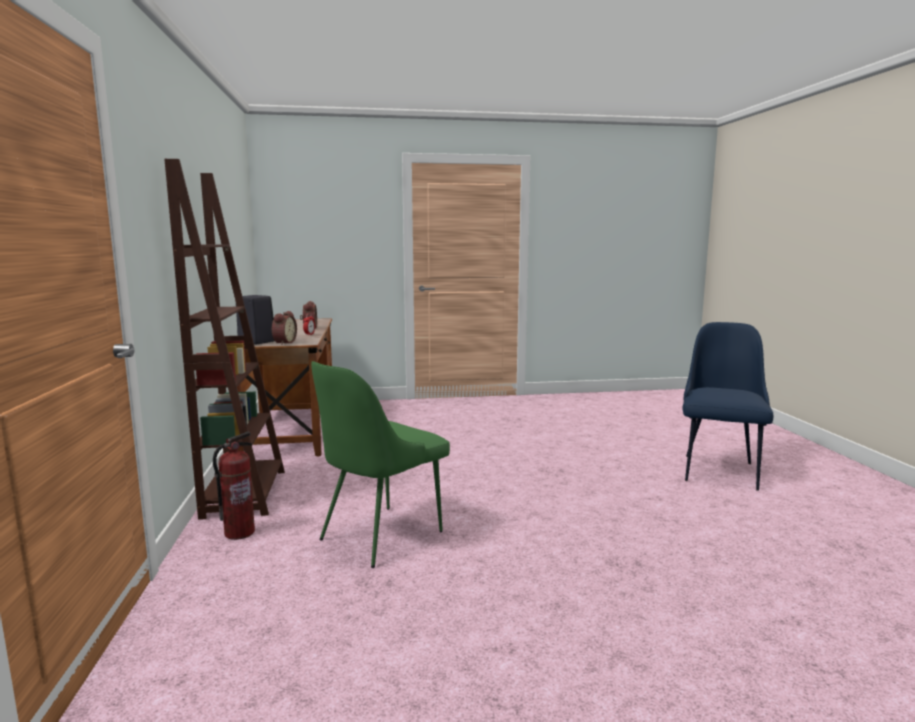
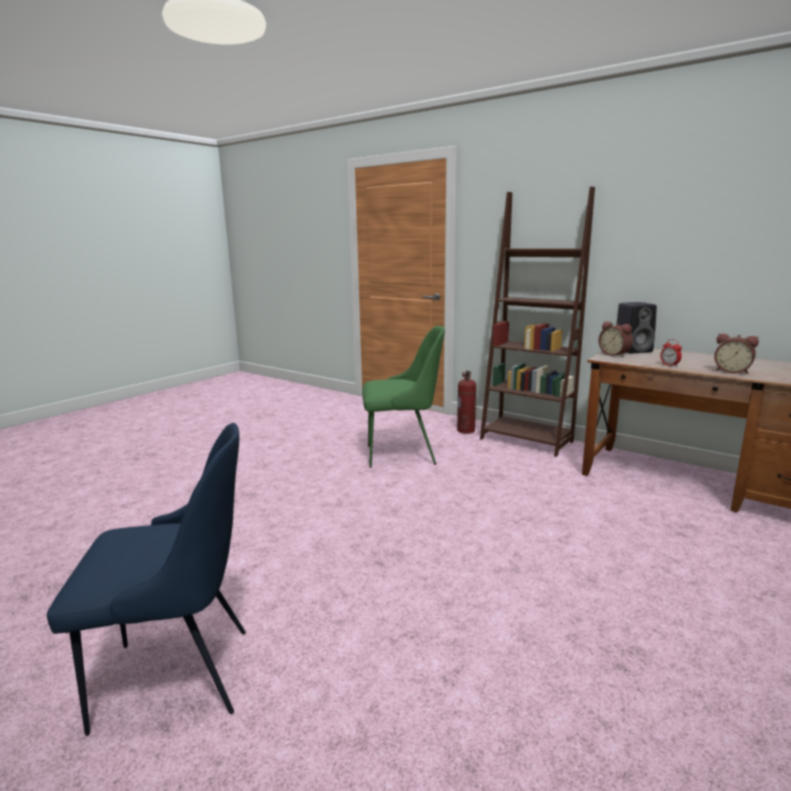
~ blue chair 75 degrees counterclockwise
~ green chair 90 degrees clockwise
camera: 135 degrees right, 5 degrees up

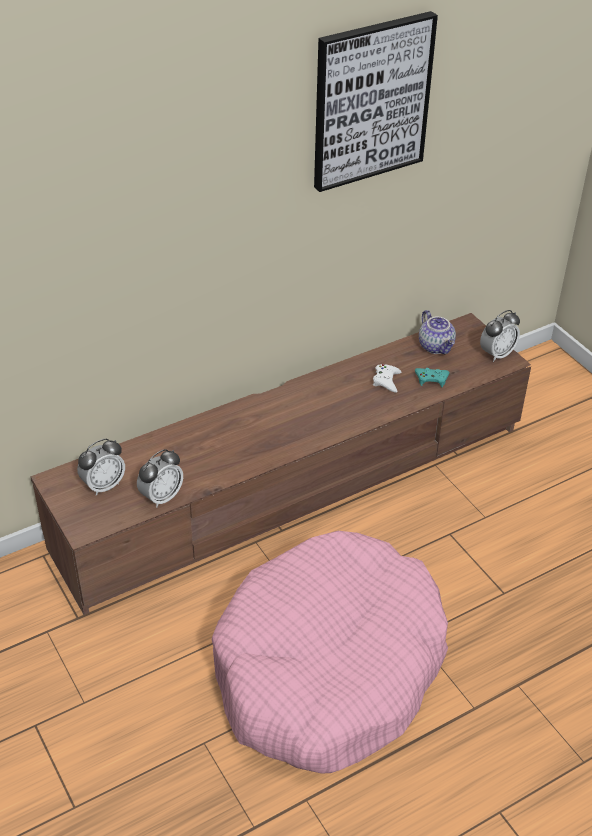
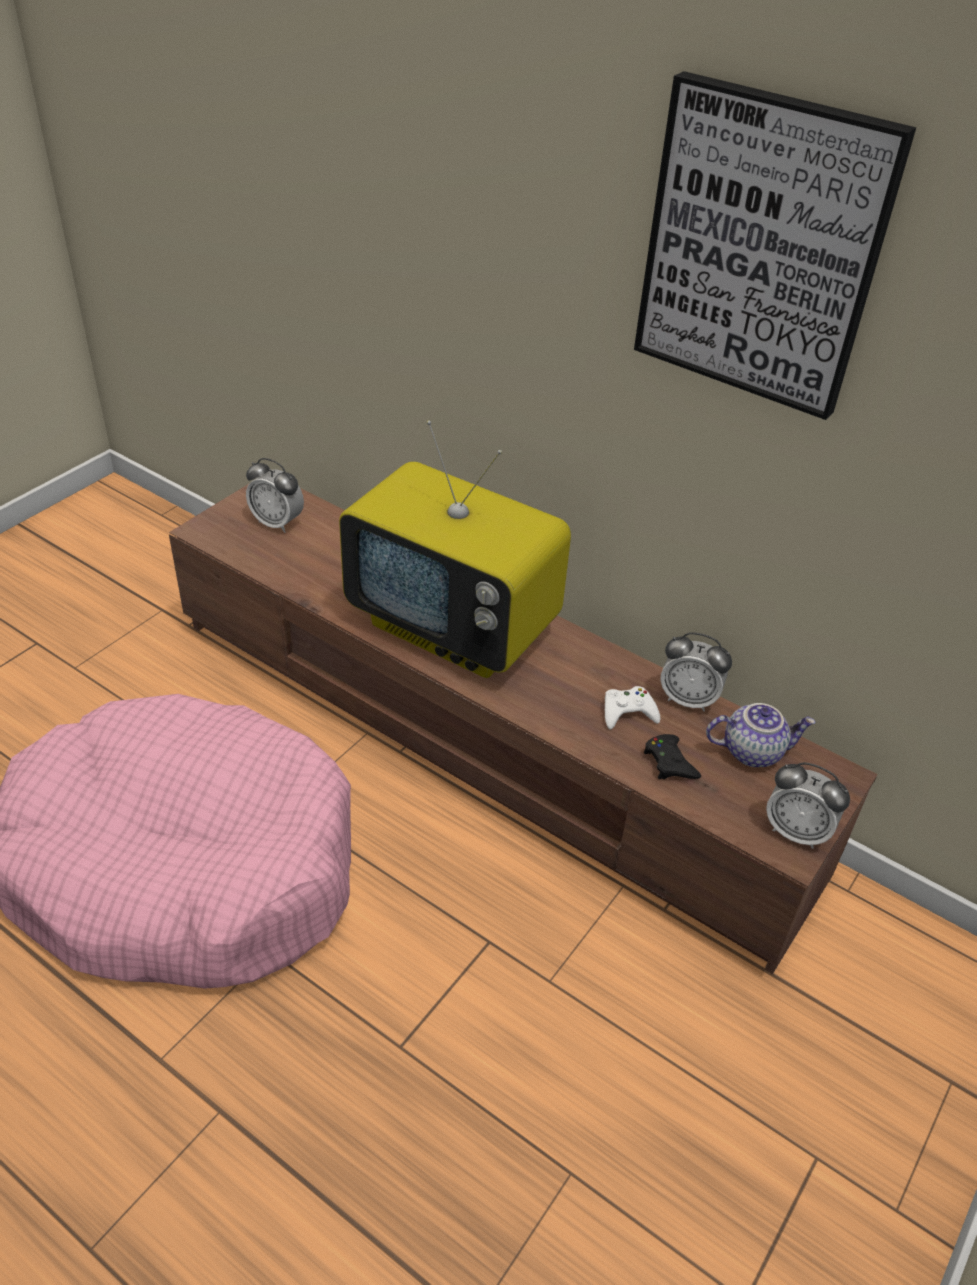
~ teapot 135 degrees counterclockwise
~ turquoise game controller to black game controller
~ alarm clock (no. 2 from left)
+ television
camera: 65 degrees right, 0 degrees up

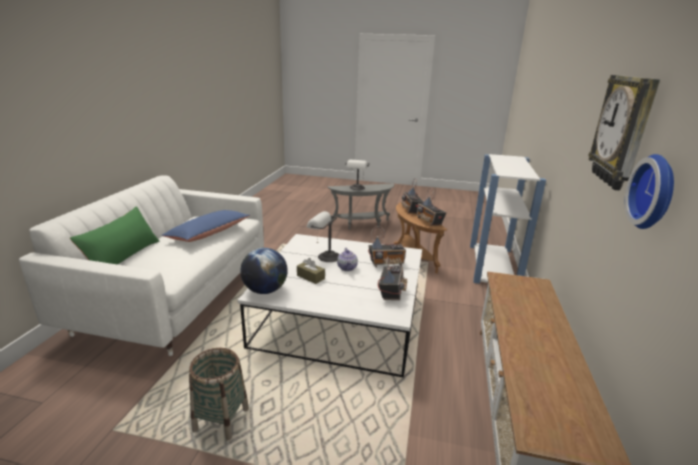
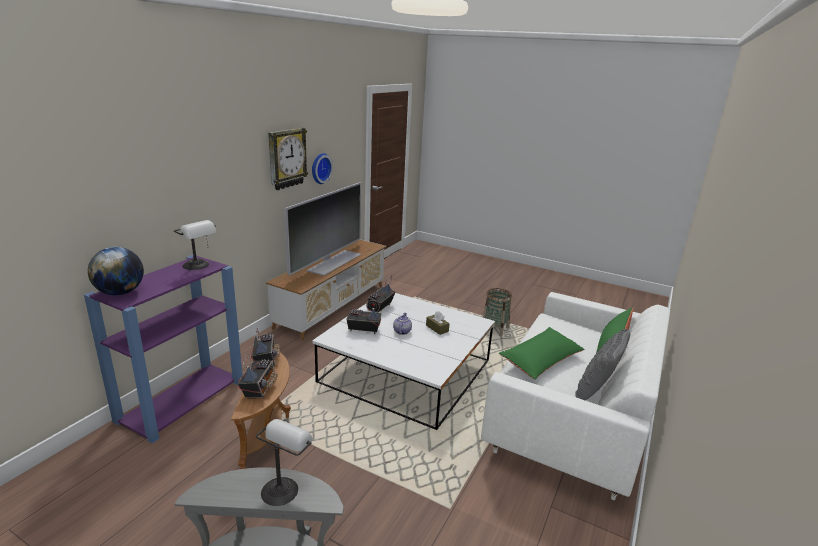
~ white bookcase to purple bookcase
~ blue pillow to green pillow (no. 1 from left)
~ table lamp (no. 1 from left)
~ globe
+ television
+ grey pillow
camera: 165 degrees left, 0 degrees up

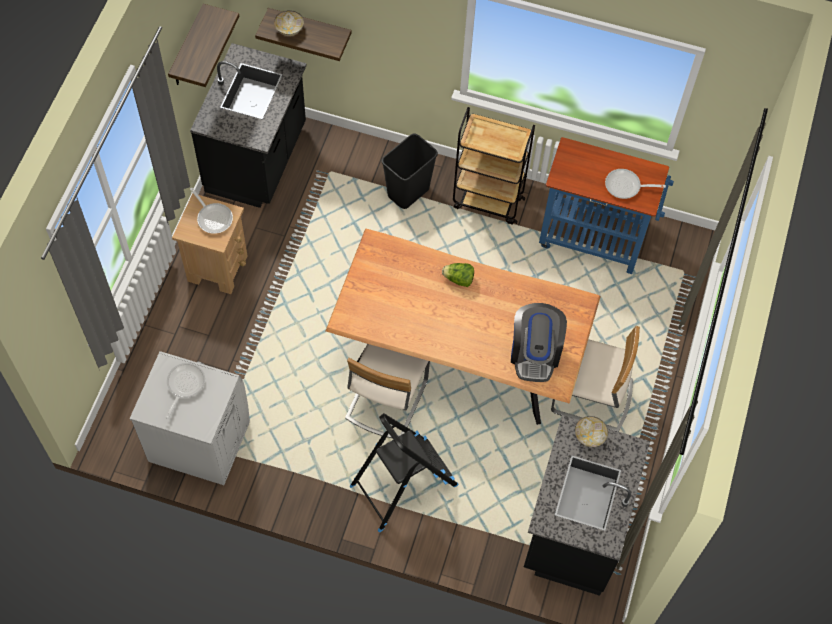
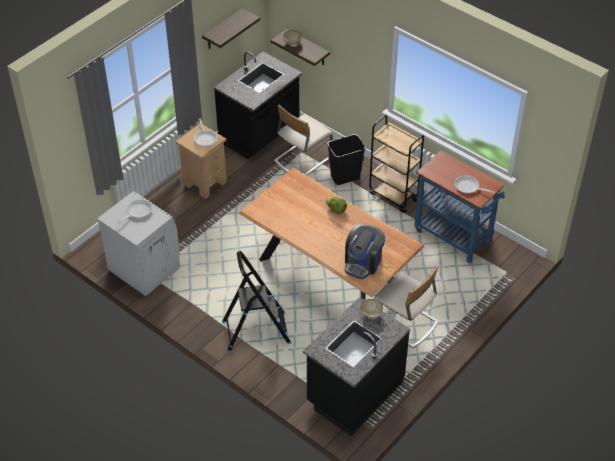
~ beige chair (no. 1 from left)
camera: 25 degrees right, 15 degrees down

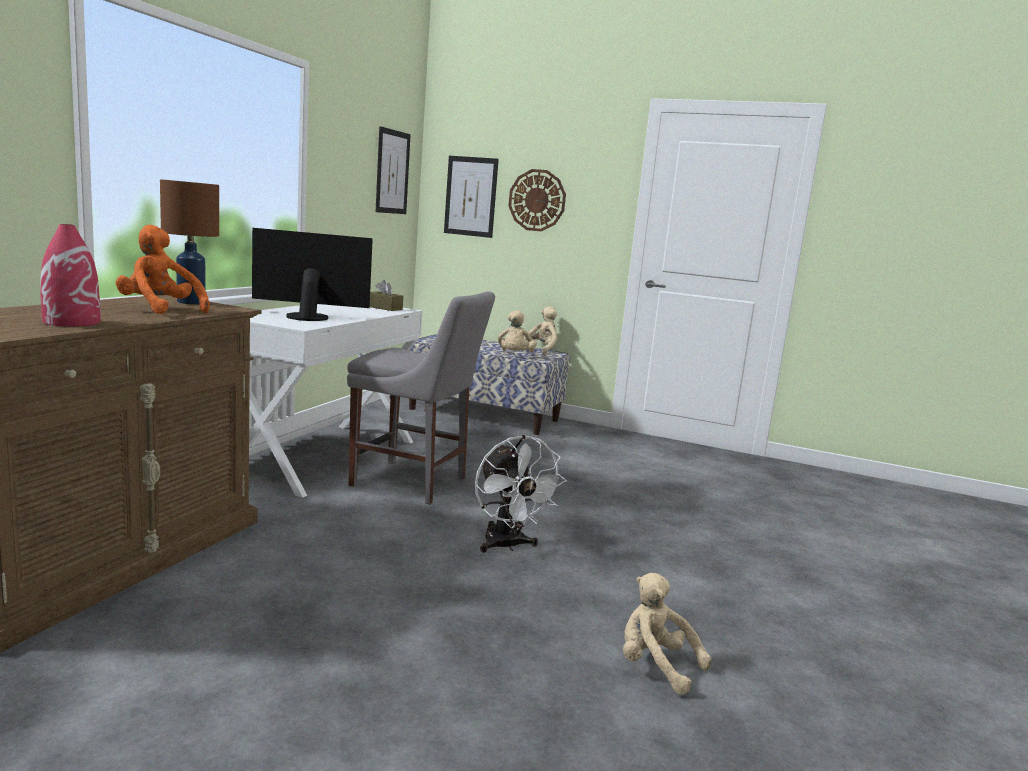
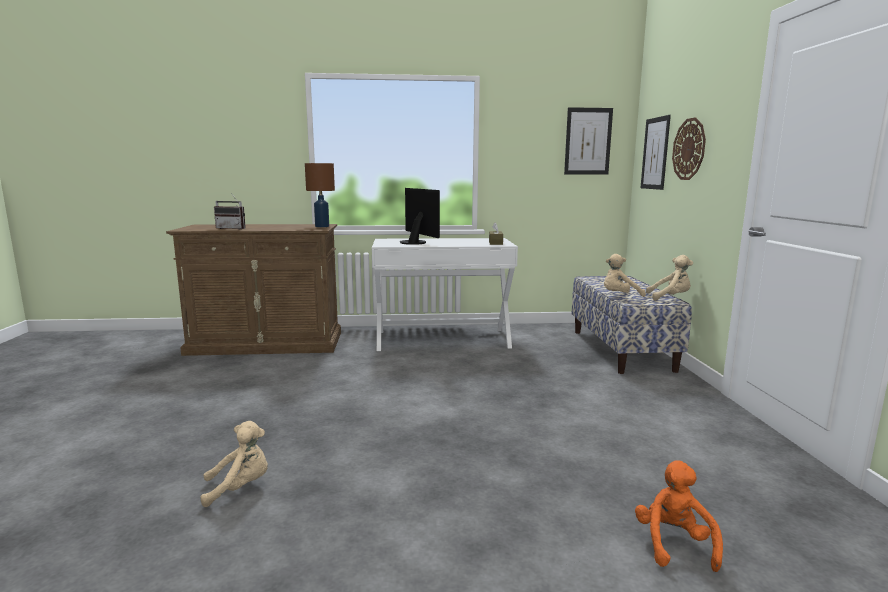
~ red vase to radio
~ orange plush toy
- grey chair
- white fan
~ beige plush toy (no. 3 from left in the first image) 60 degrees clockwise
camera: 65 degrees right, 0 degrees up

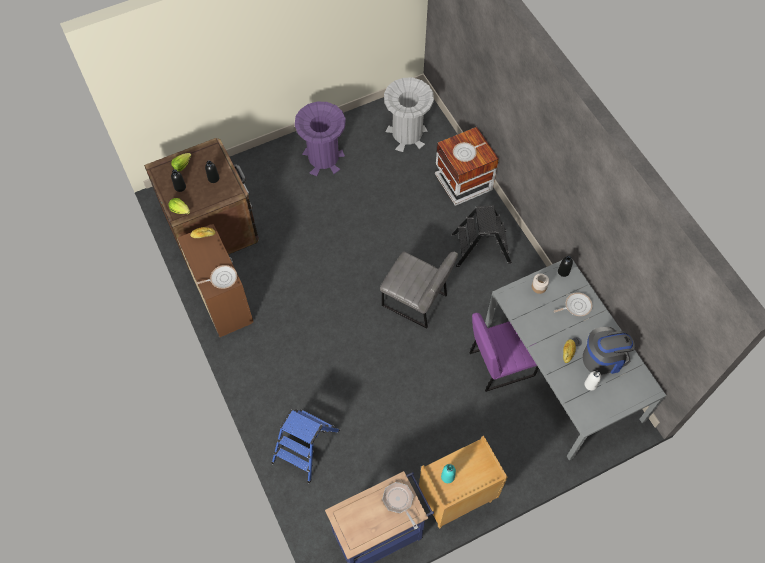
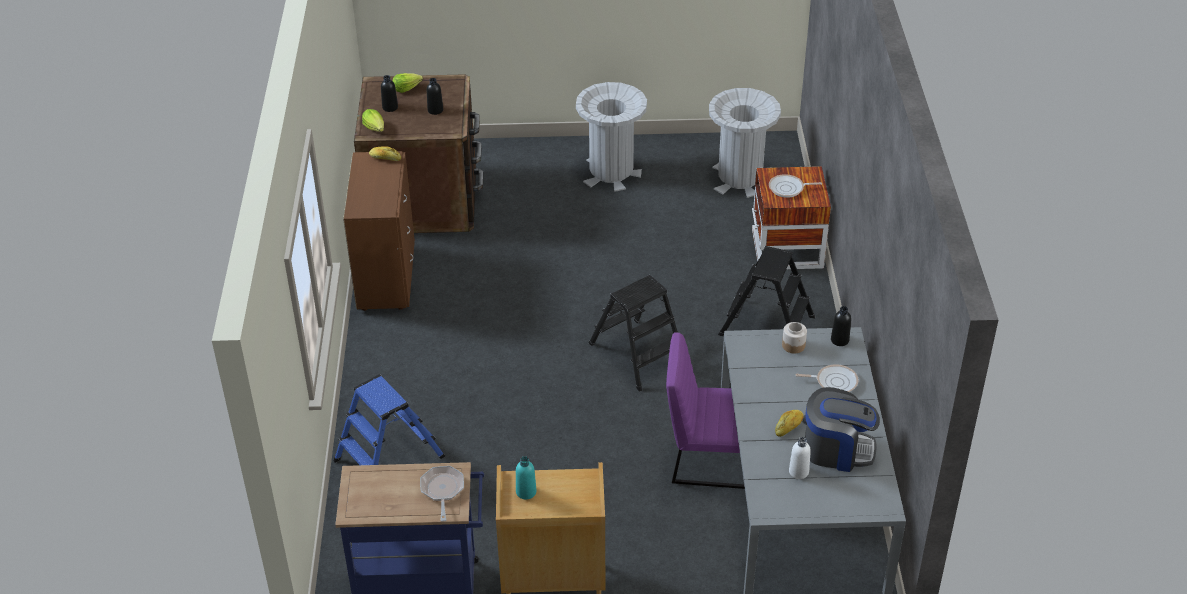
~ purple trash can to grey trash can (no. 1 from left)
~ grey chair to black step ladder (no. 1 from left)
- frying pan (no. 1 from left)
camera: 25 degrees right, 20 degrees down

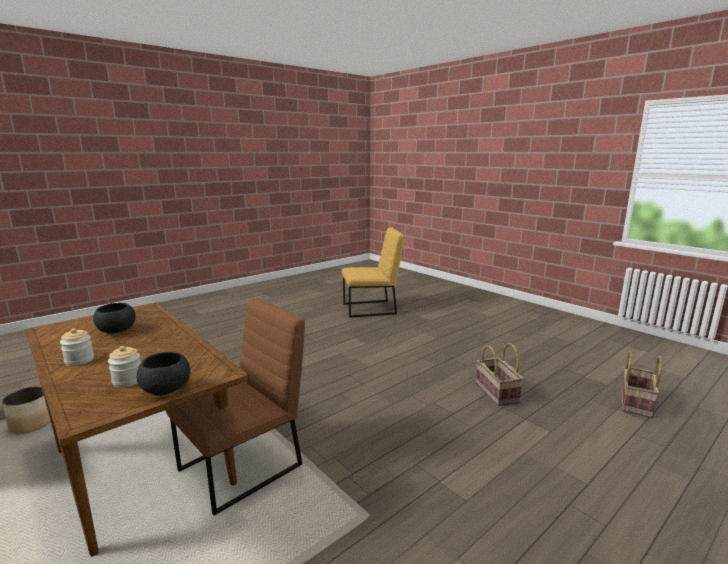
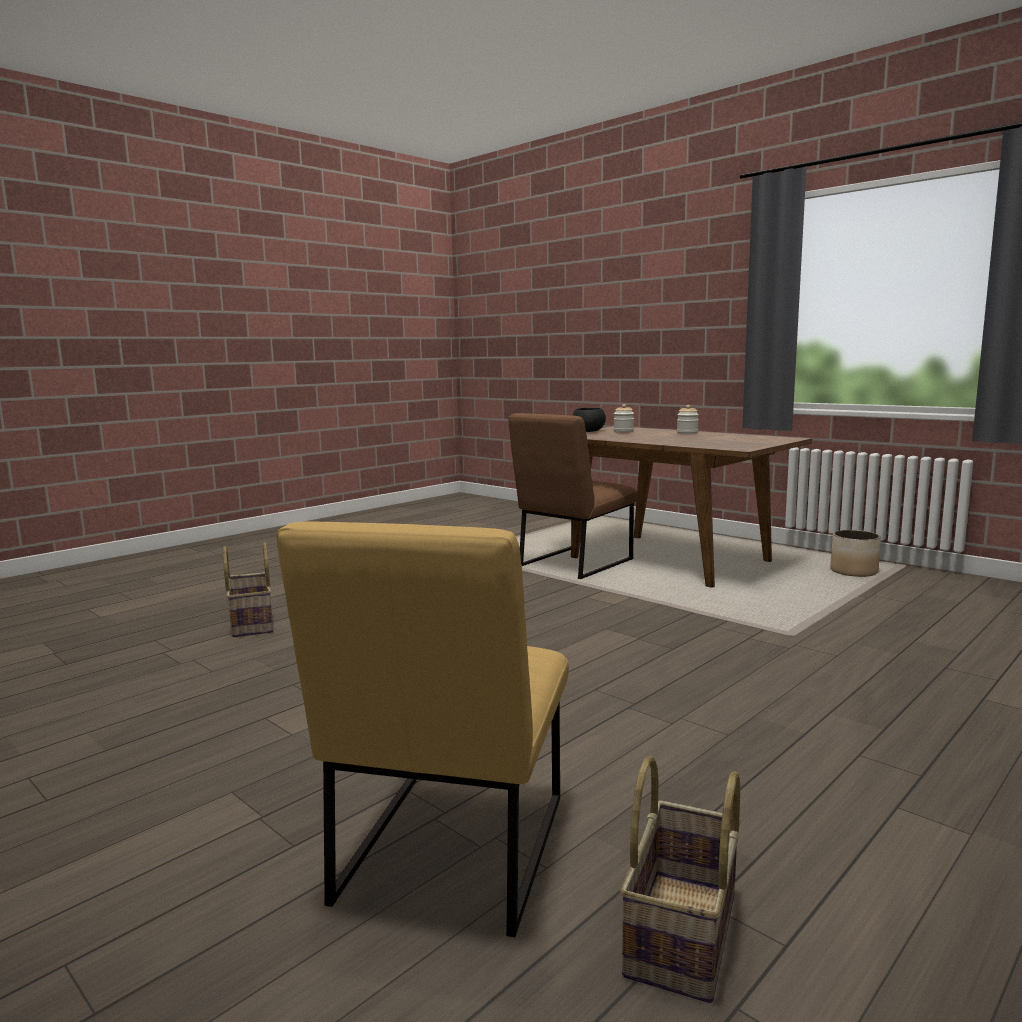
~ yellow chair 60 degrees counterclockwise
- black bowl (no. 1 from left)
~ basket (no. 2 from left)
camera: 175 degrees right, 5 degrees down

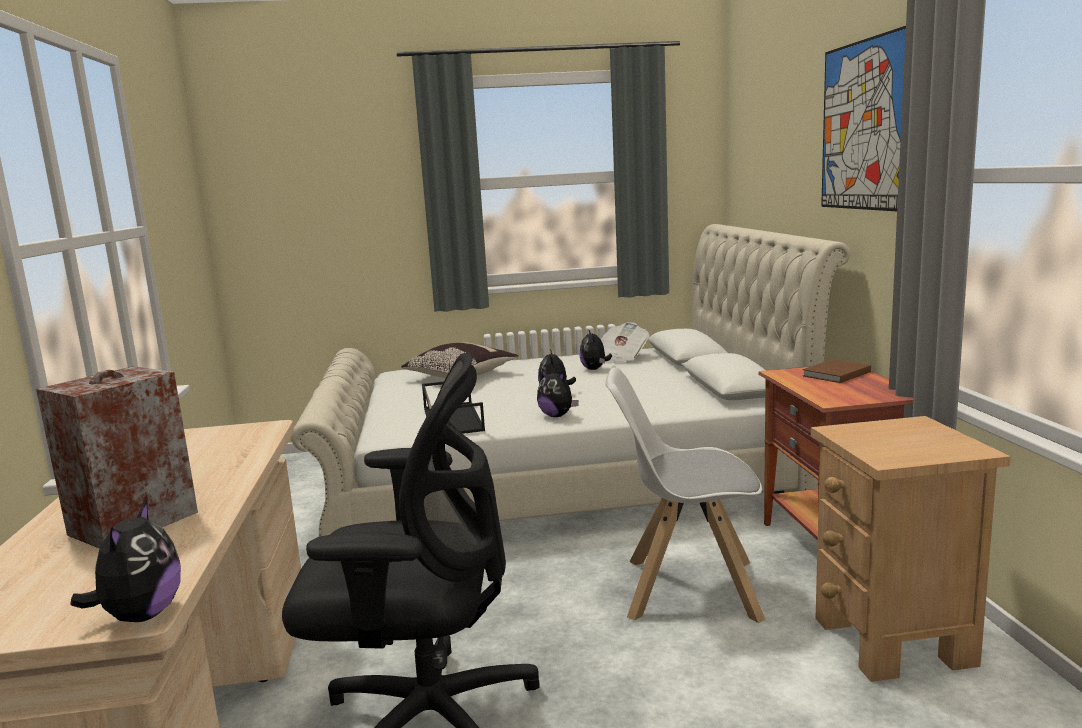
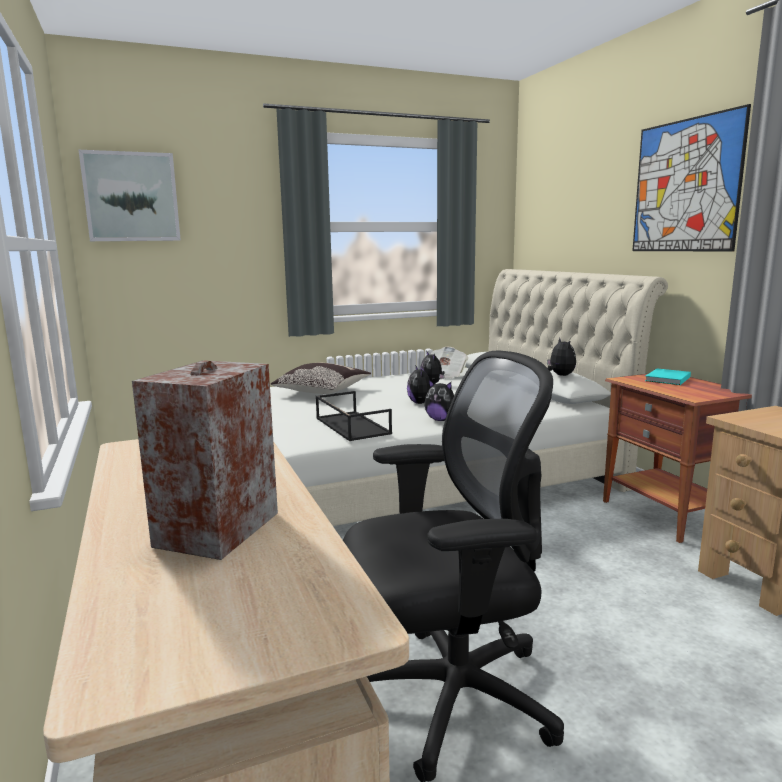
~ brown book to turquoise book
- chair
~ plush toy (no. 1 from left in the first image) to plush toy (no. 4 from left)
+ picture (no. 1 from left)
camera: 15 degrees left, 0 degrees up

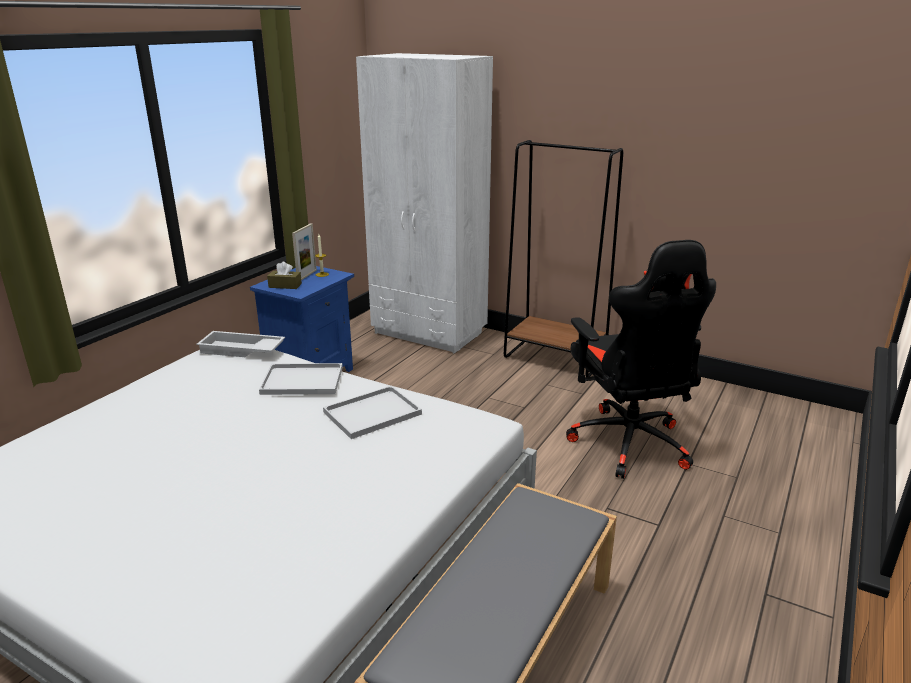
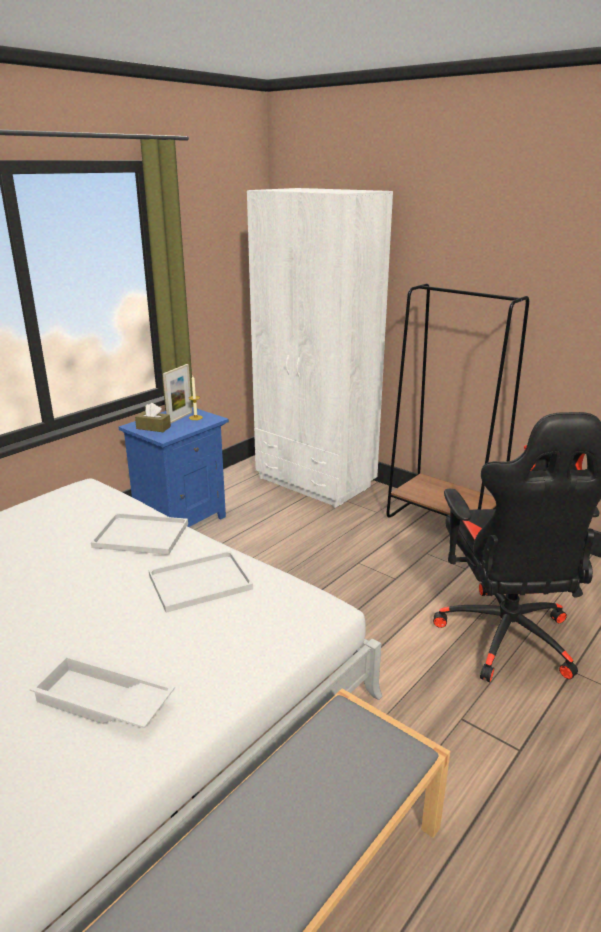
~ white tray (no. 1 from left)
camera: 10 degrees right, 0 degrees up

